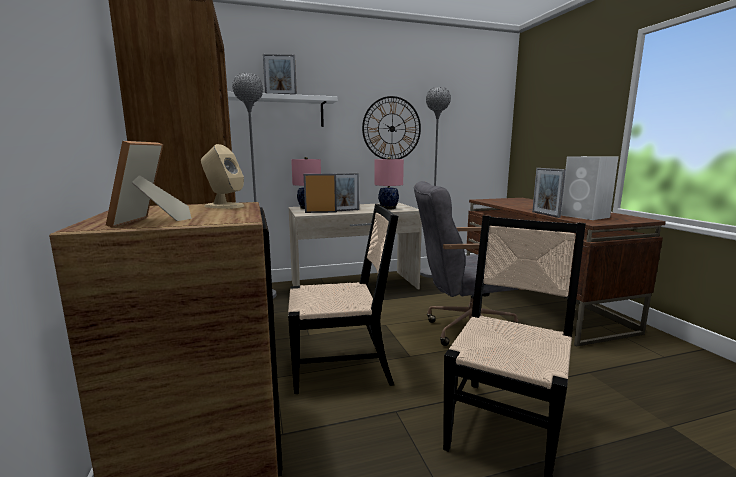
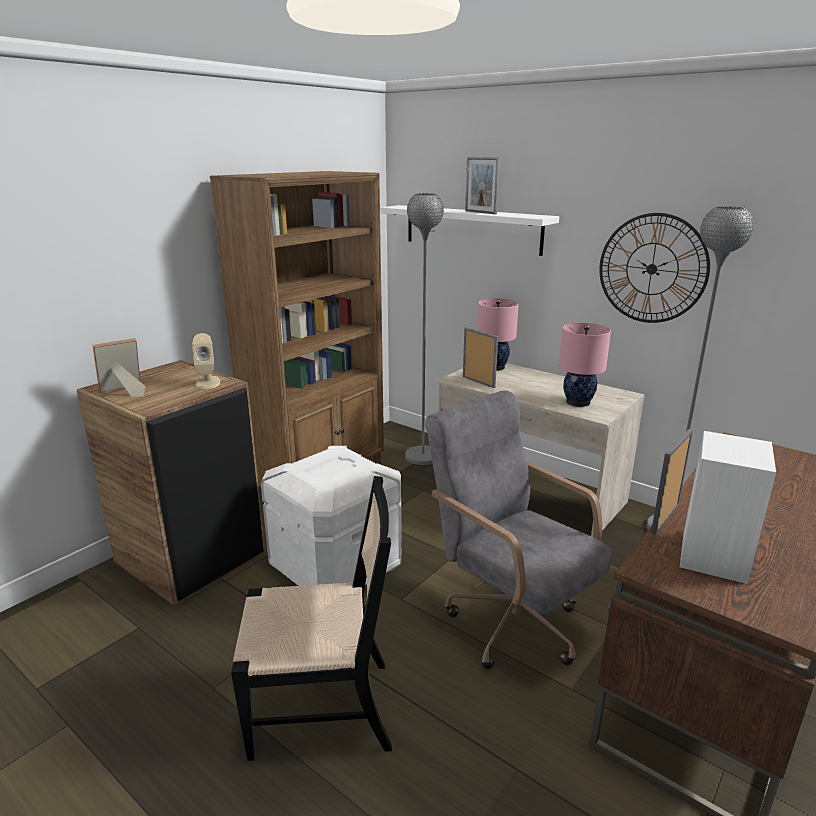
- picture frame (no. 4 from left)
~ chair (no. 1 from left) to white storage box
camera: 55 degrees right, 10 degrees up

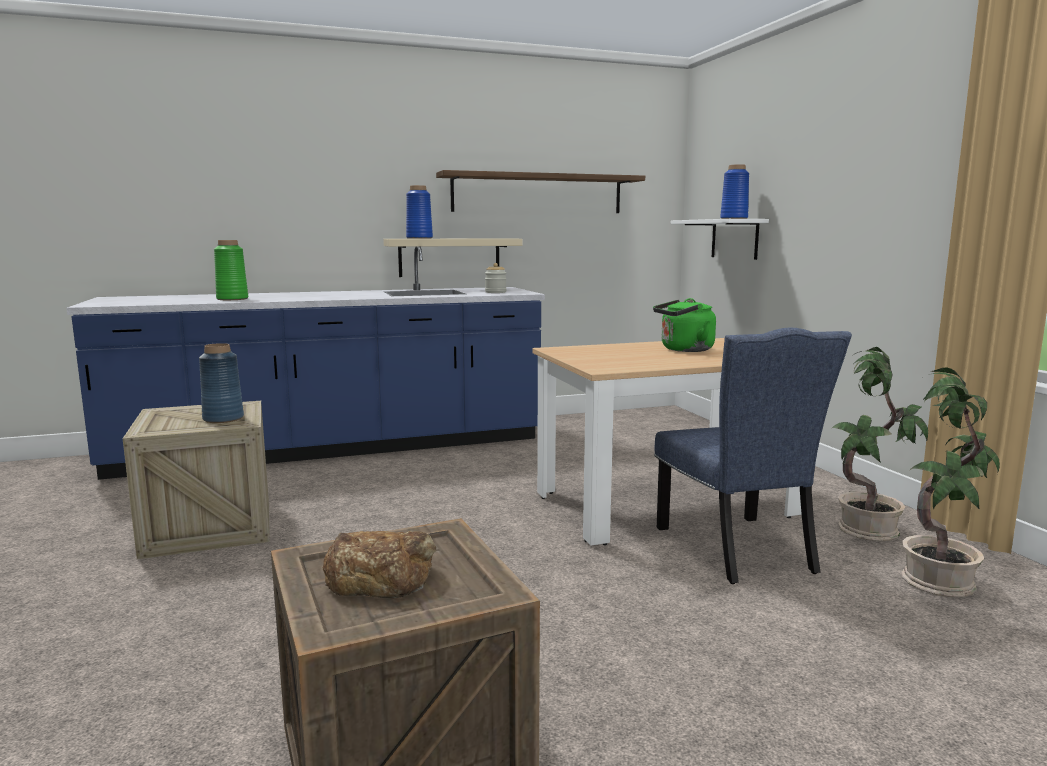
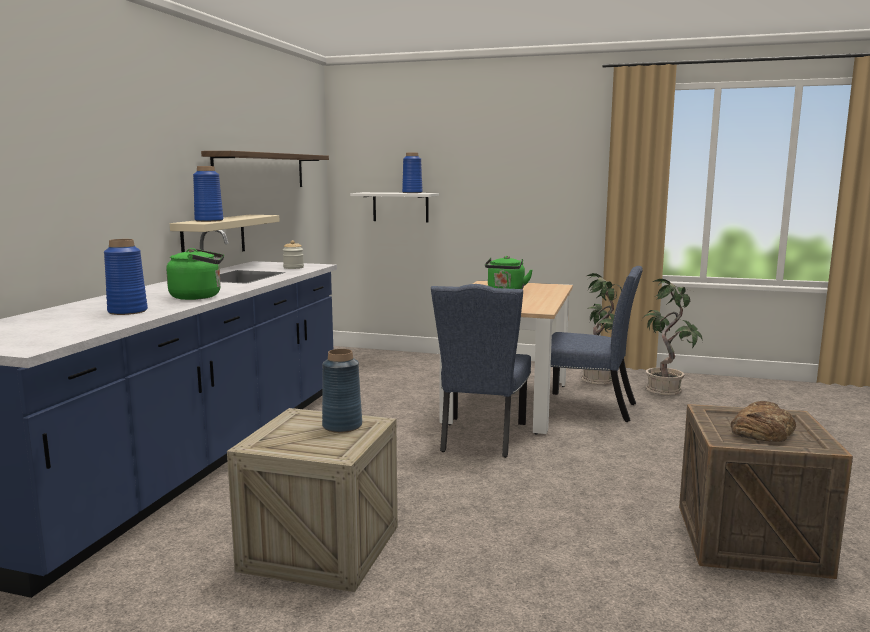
~ green vase to blue vase (no. 1 from left)
+ green kettle (no. 1 from left)
+ blue chair (no. 1 from left)
camera: 55 degrees left, 0 degrees up

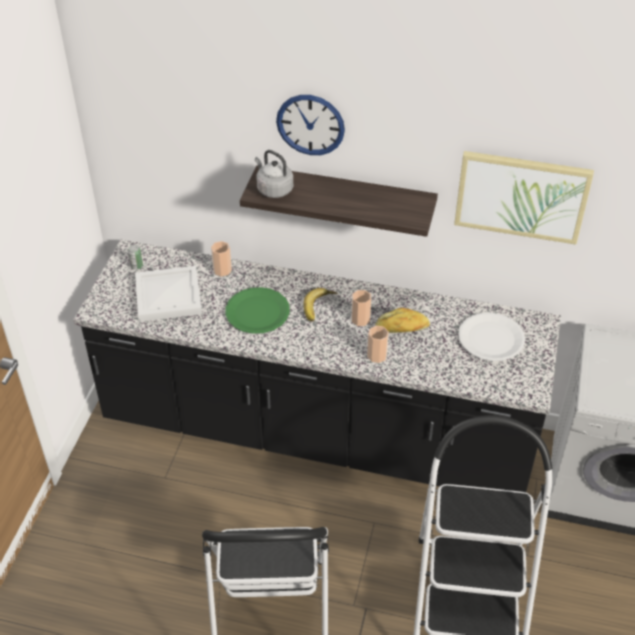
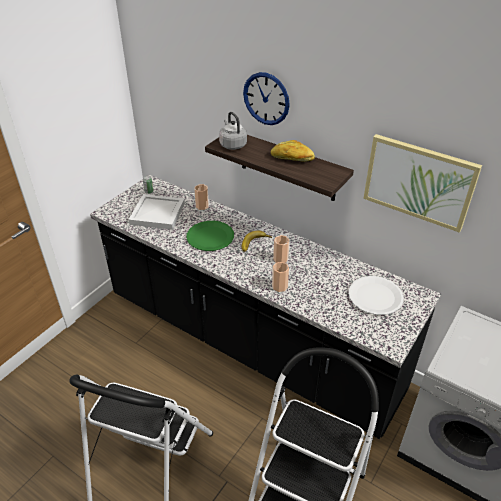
~ bread
camera: 20 degrees right, 5 degrees down

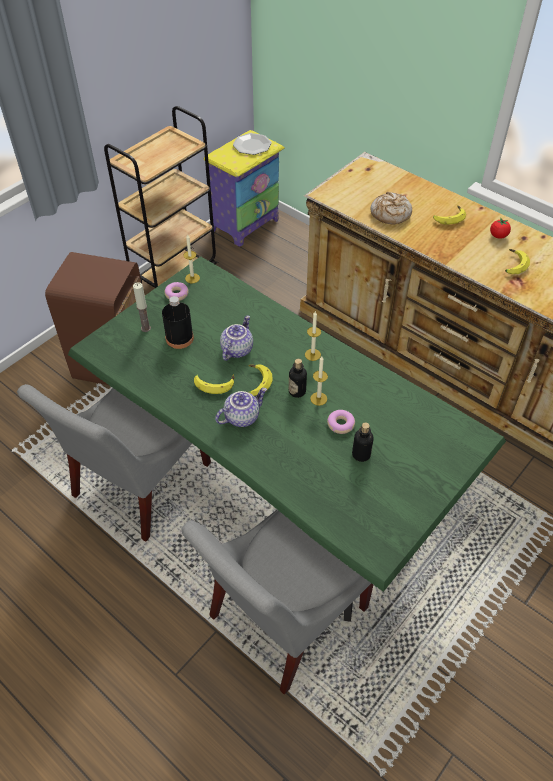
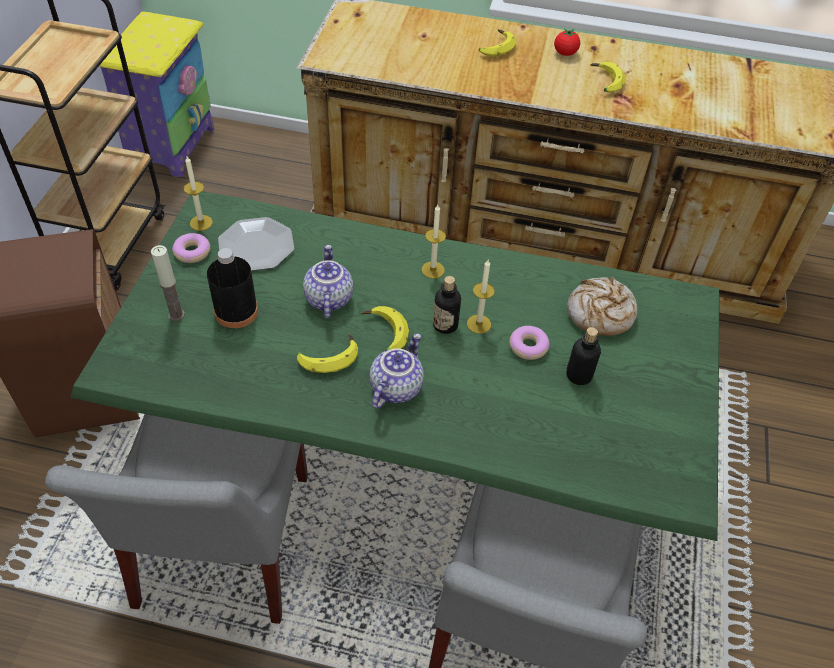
~ plate
~ bread
camera: 30 degrees left, 0 degrees up

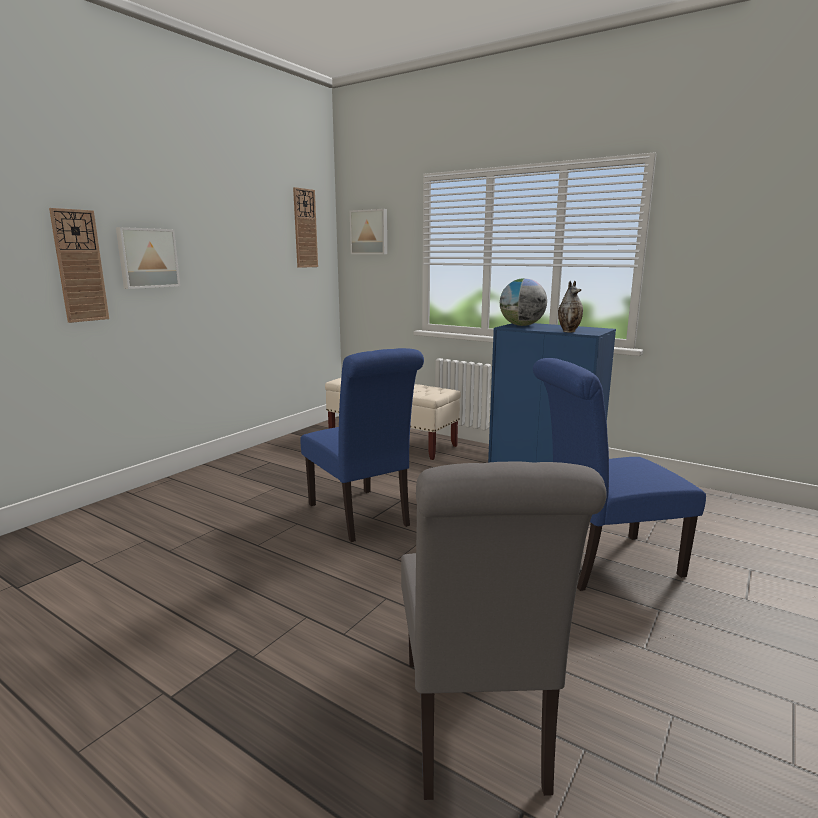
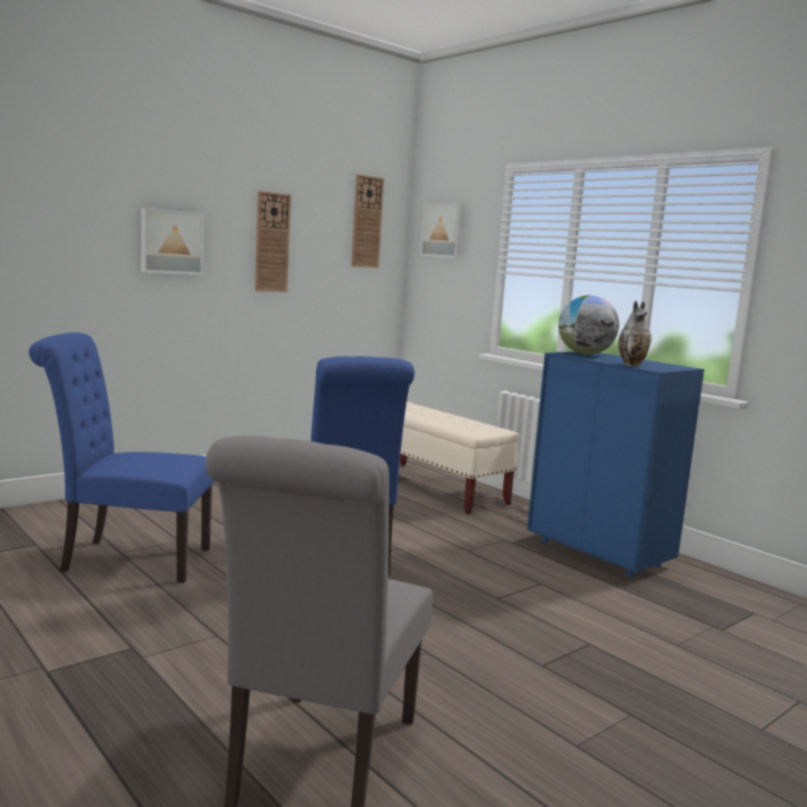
~ wall clock (no. 1 from left)
~ blue chair (no. 2 from left in the first image) to blue chair (no. 1 from left)
camera: 15 degrees right, 5 degrees down

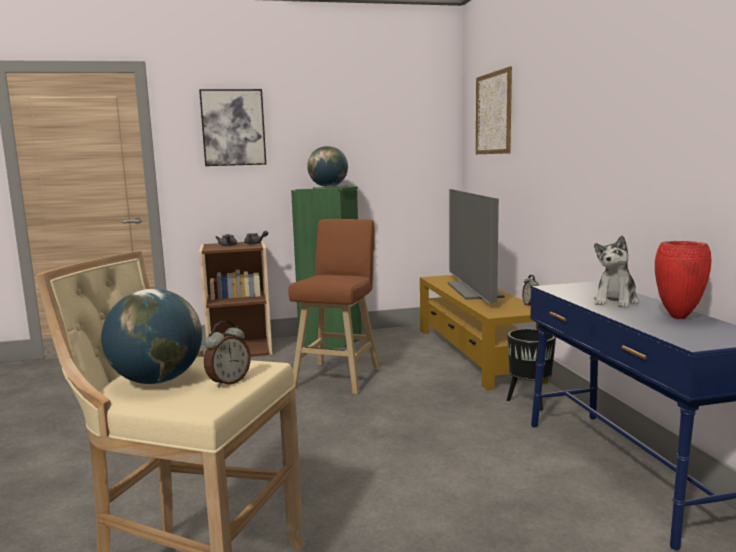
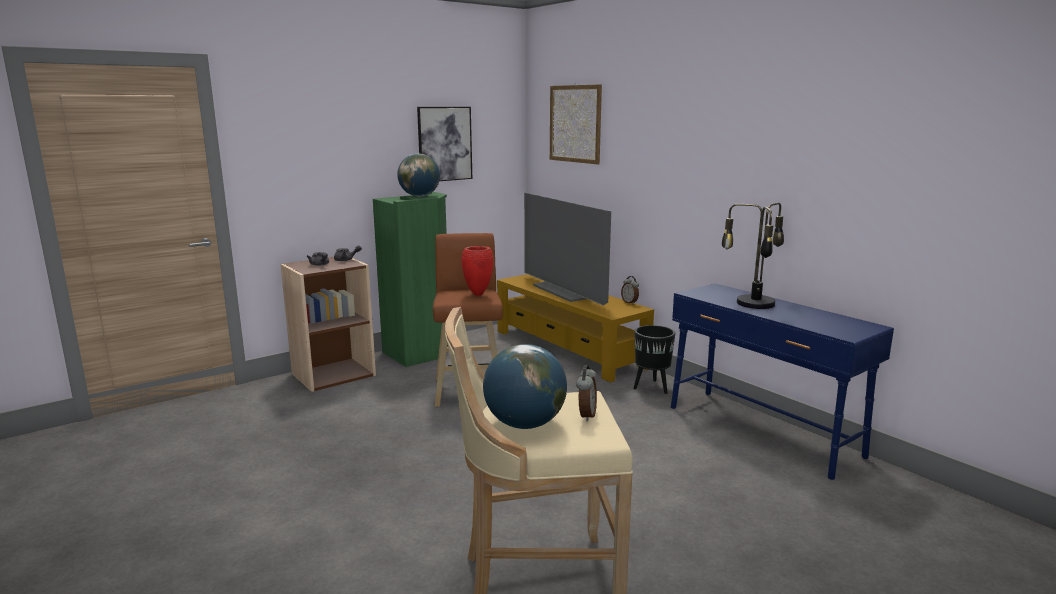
~ picture (no. 1 from left)
~ plush toy to table lamp
~ red vase
camera: 25 degrees left, 5 degrees up

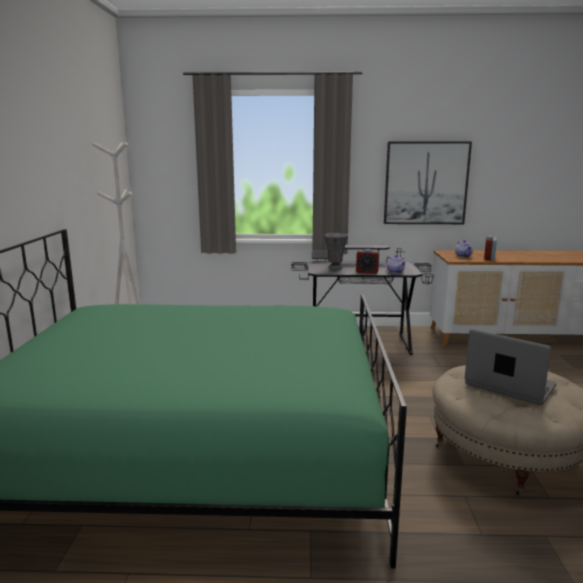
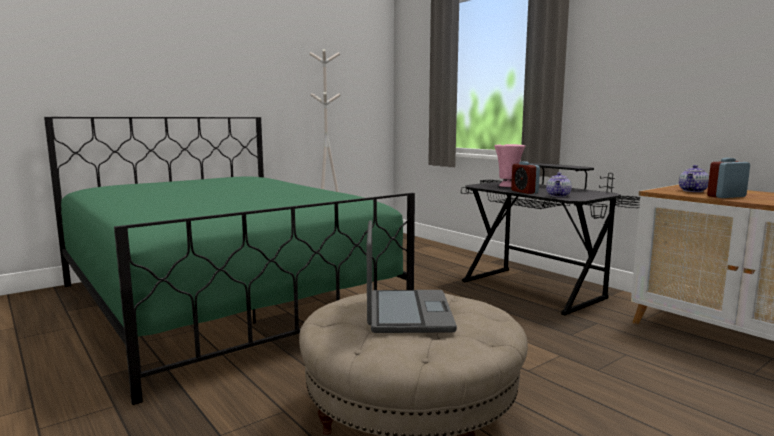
- picture
~ grey vase to pink vase
camera: 50 degrees right, 5 degrees down

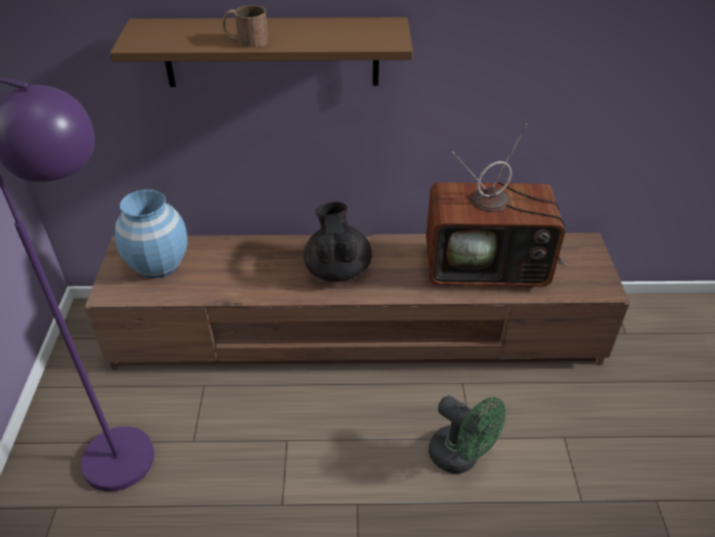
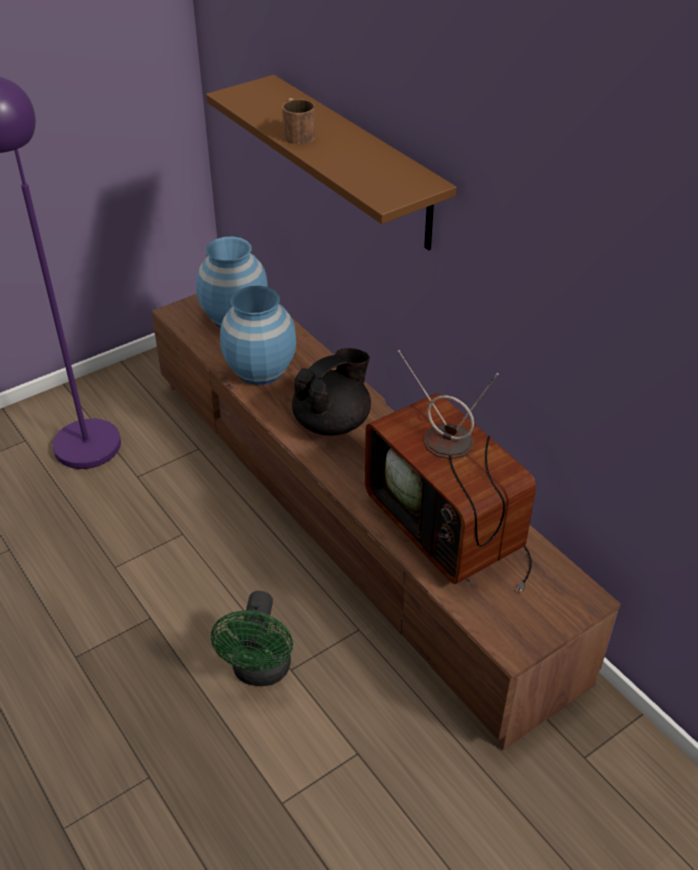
+ blue vase (no. 2 from left)
camera: 55 degrees right, 0 degrees up

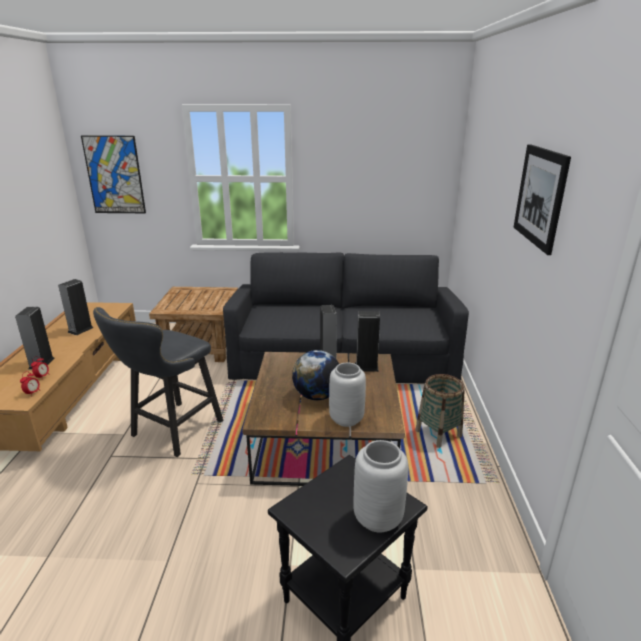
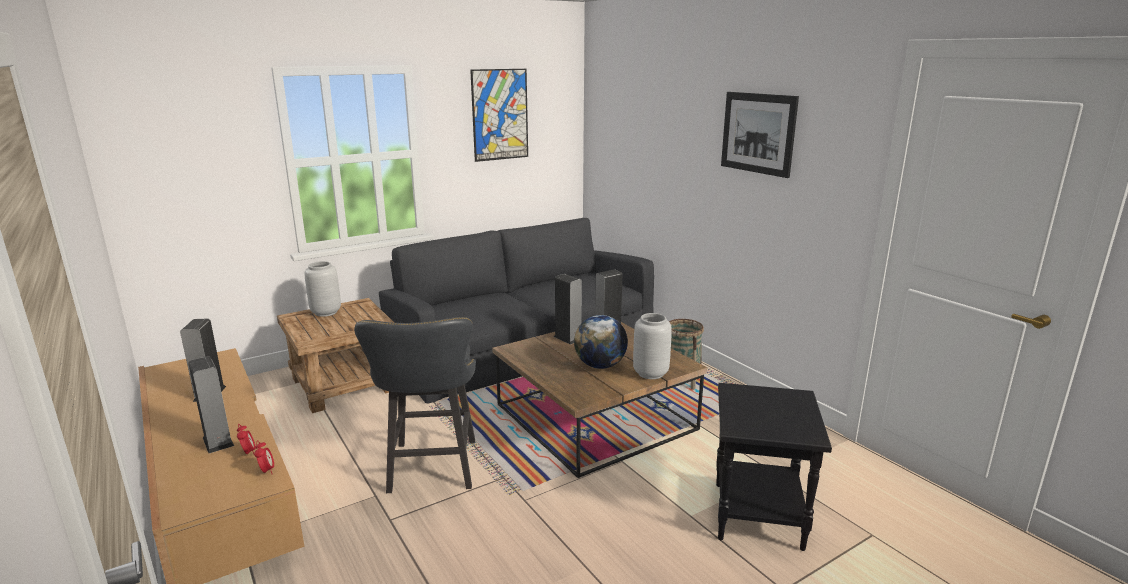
~ picture (no. 1 from left)
~ grey vase (no. 2 from left in the first image) to grey vase (no. 1 from left)
camera: 35 degrees left, 5 degrees down

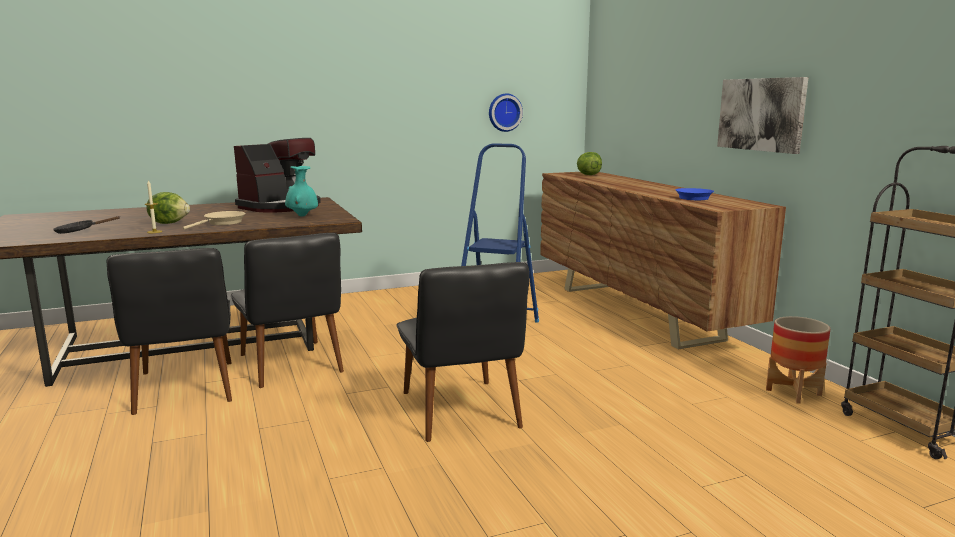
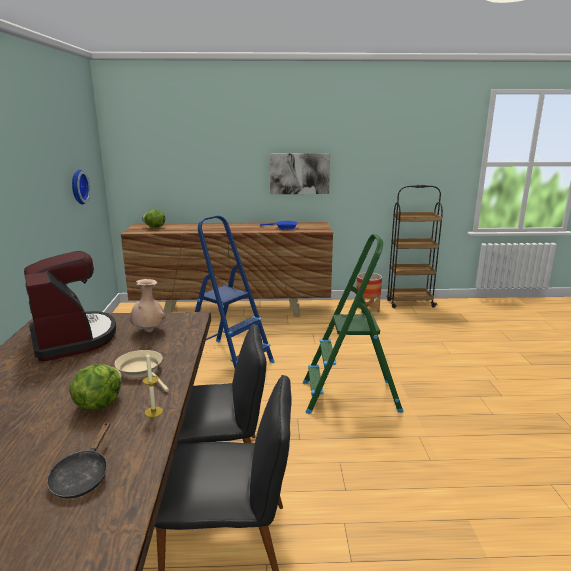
~ turquoise vase to beige vase
~ black chair (no. 3 from left) to green step ladder
camera: 70 degrees left, 5 degrees up

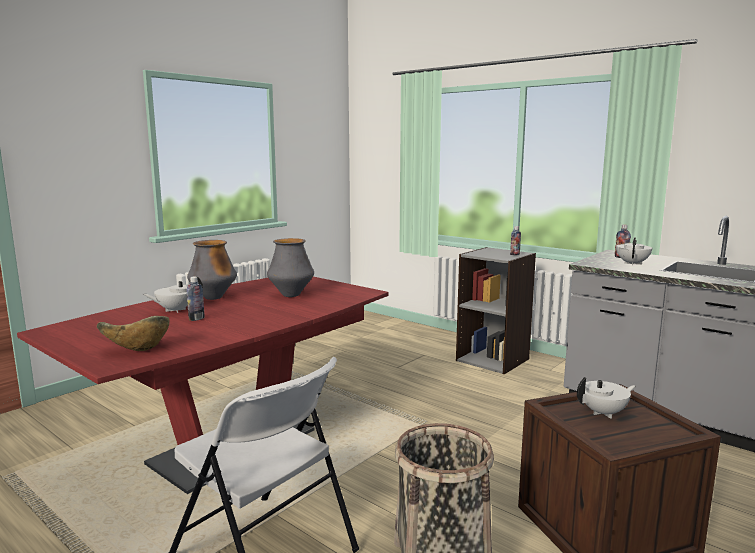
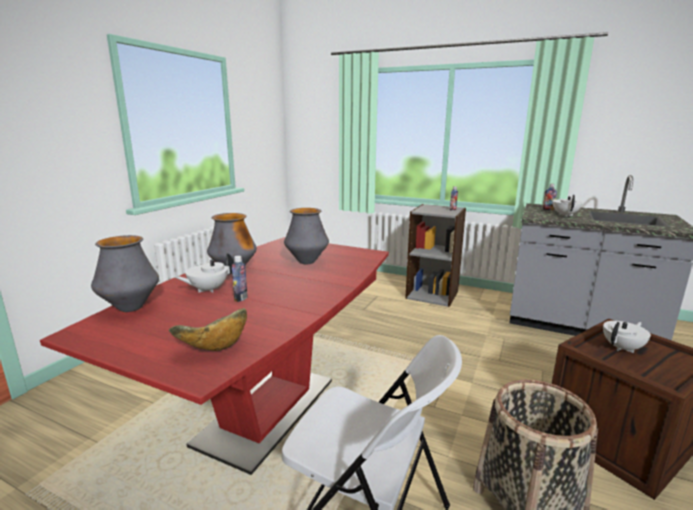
+ vase (no. 1 from left)
camera: 15 degrees left, 5 degrees up

